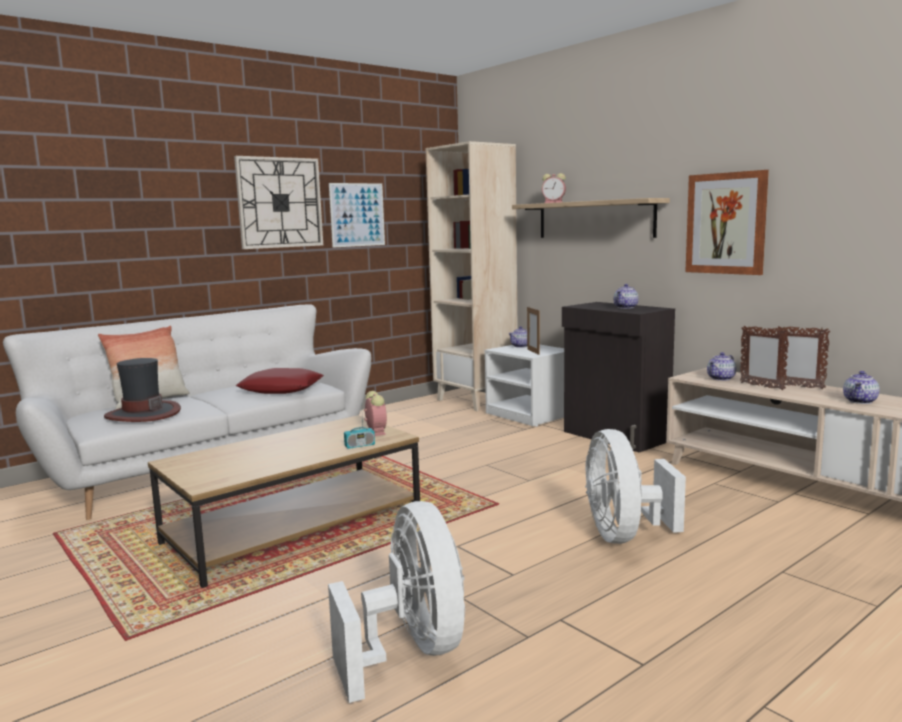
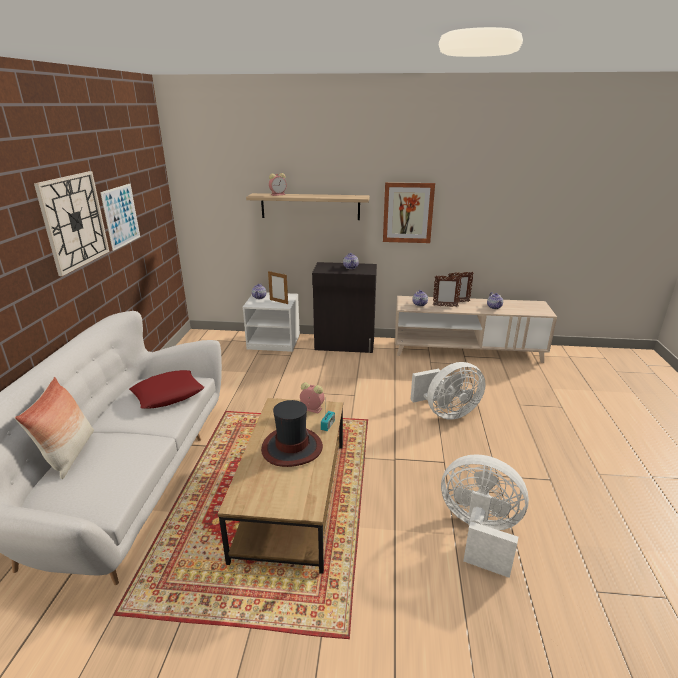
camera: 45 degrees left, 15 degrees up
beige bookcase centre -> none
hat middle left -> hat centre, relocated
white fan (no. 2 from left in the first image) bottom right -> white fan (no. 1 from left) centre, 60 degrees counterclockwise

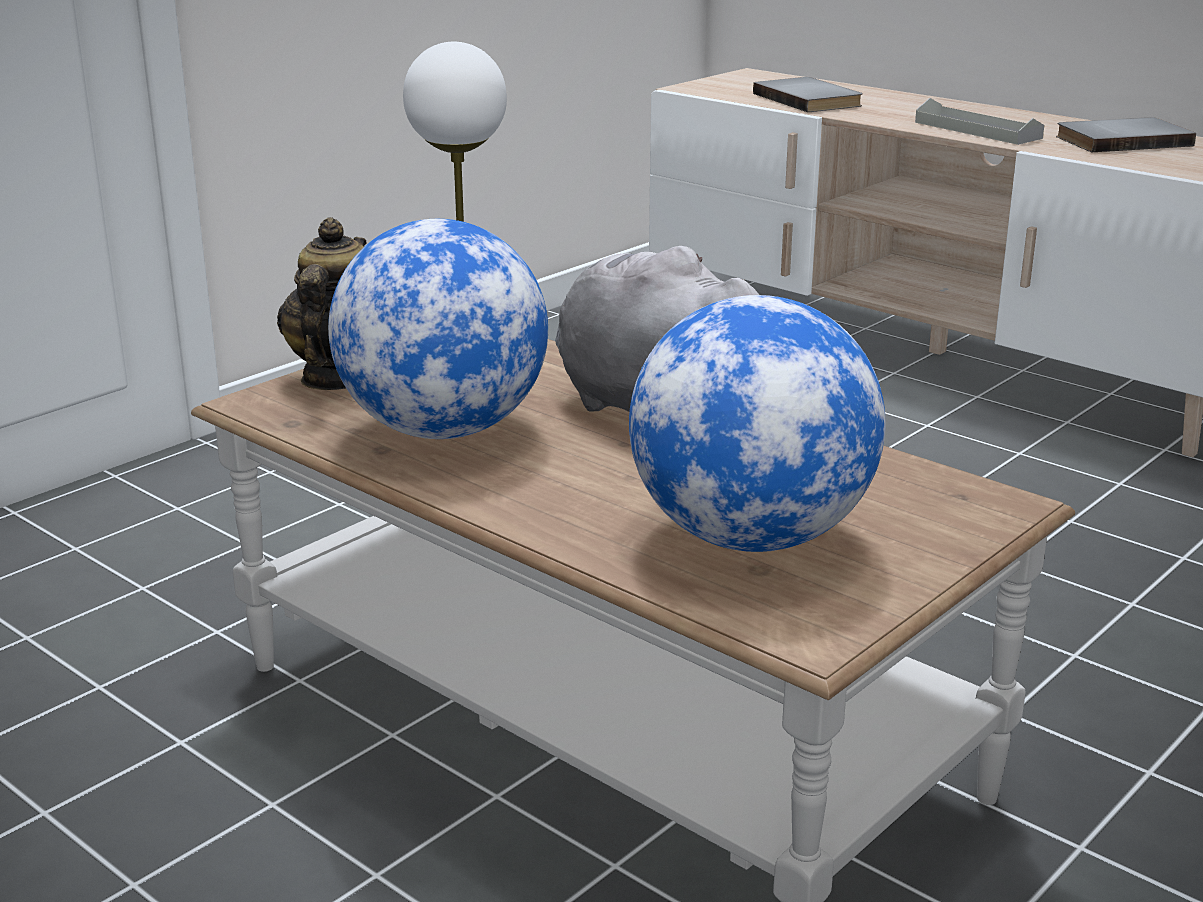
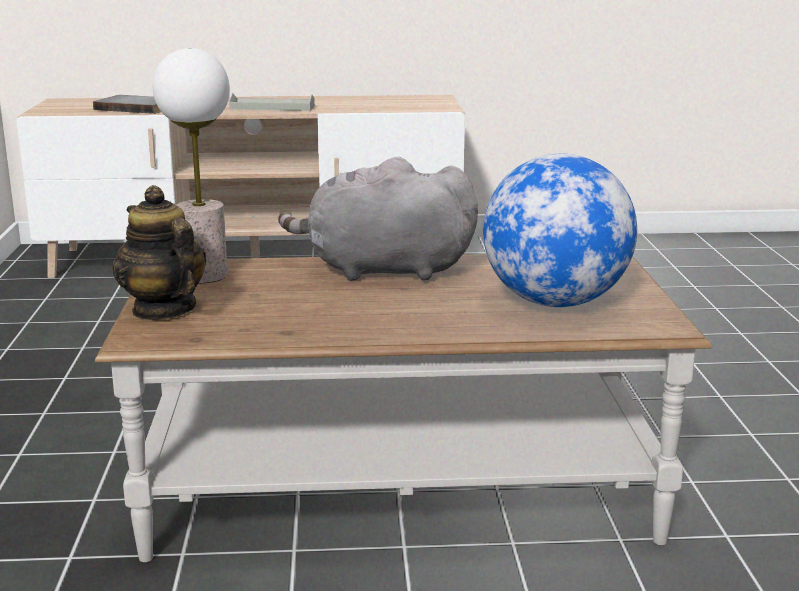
camera: 45 degrees left, 5 degrees down
globe (no. 1 from left) centre -> none
grey book (no. 2 from left) top right -> none

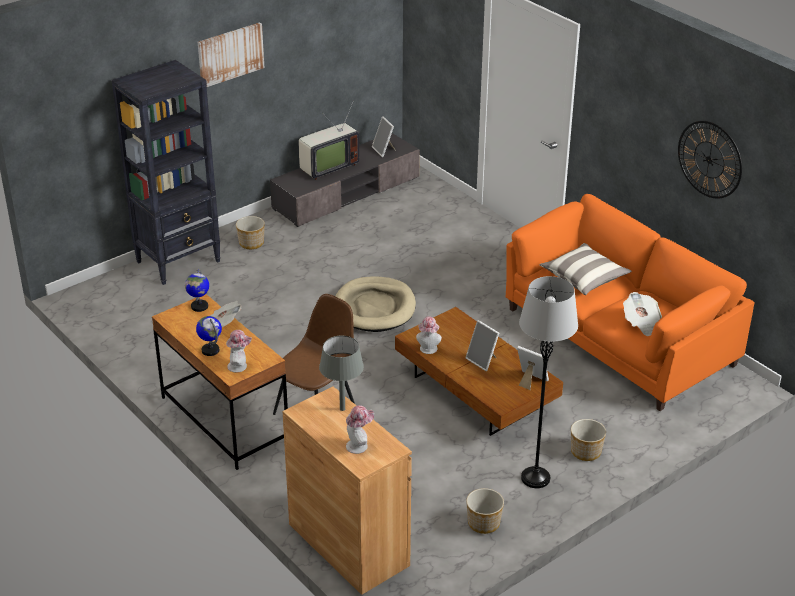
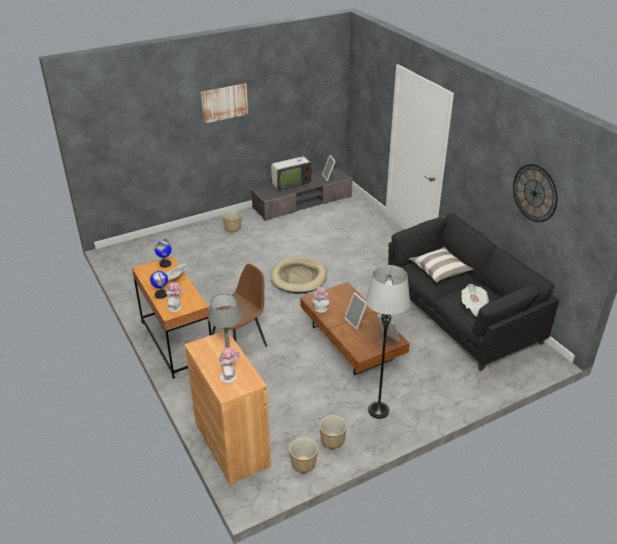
camera: 10 degrees right, 0 degrees up
black bookcase top left -> none
planter (no. 3 from left in the first image) bottom right -> planter (no. 2 from left) bottom centre, relocated
orange sofa middle right -> black sofa middle right

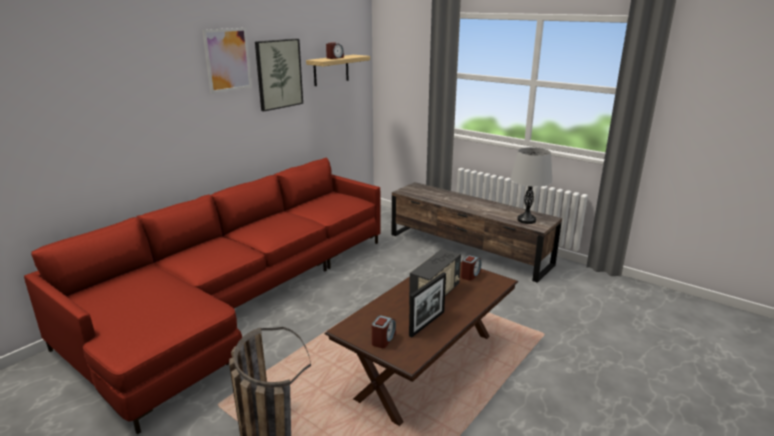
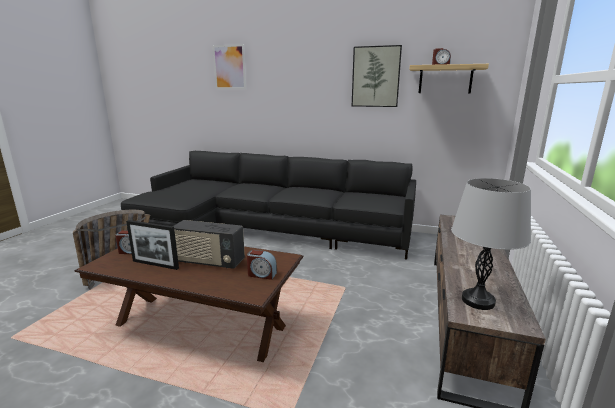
camera: 70 degrees right, 5 degrees down
picture (no. 1 from left) top left -> picture (no. 1 from left) top centre, relocated
red sofa bottom left -> black sofa centre

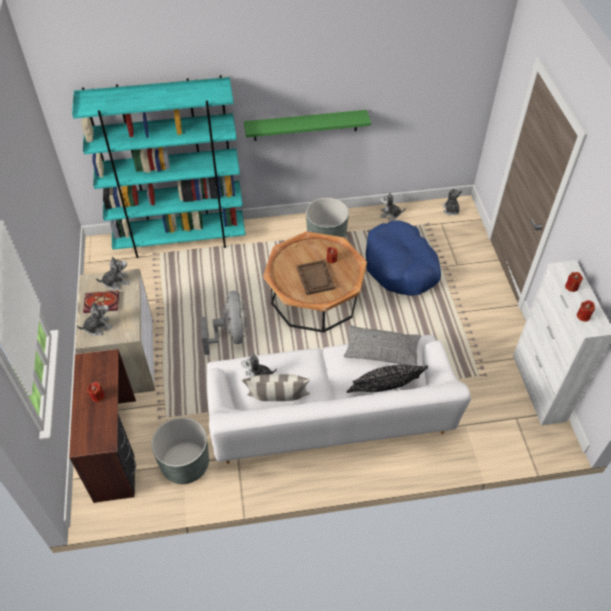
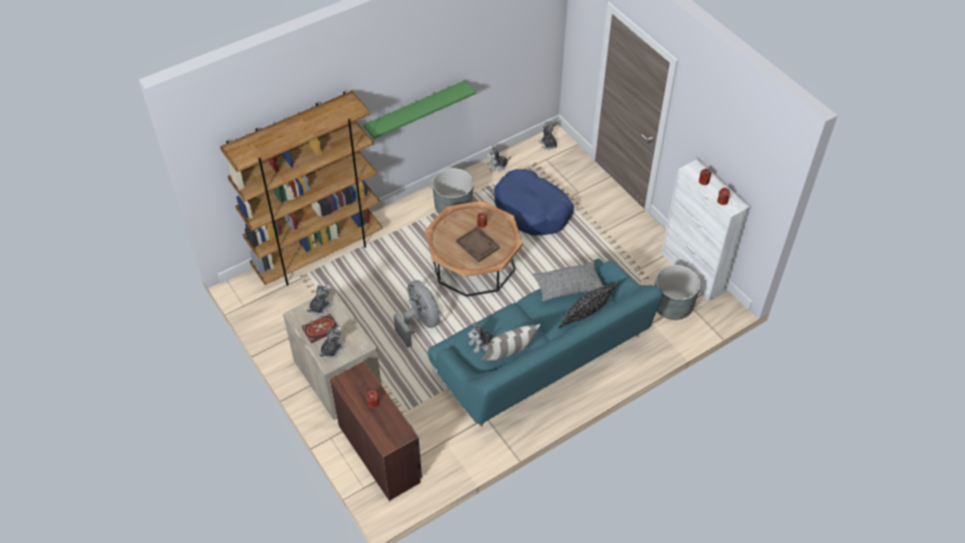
camera: 25 degrees left, 0 degrees up
grey planter (no. 1 from left in the first image) bottom left -> grey planter (no. 2 from left) middle right, relocated
turquoise bookcase top left -> brown bookcase middle left
white sofa centre -> turquoise sofa centre

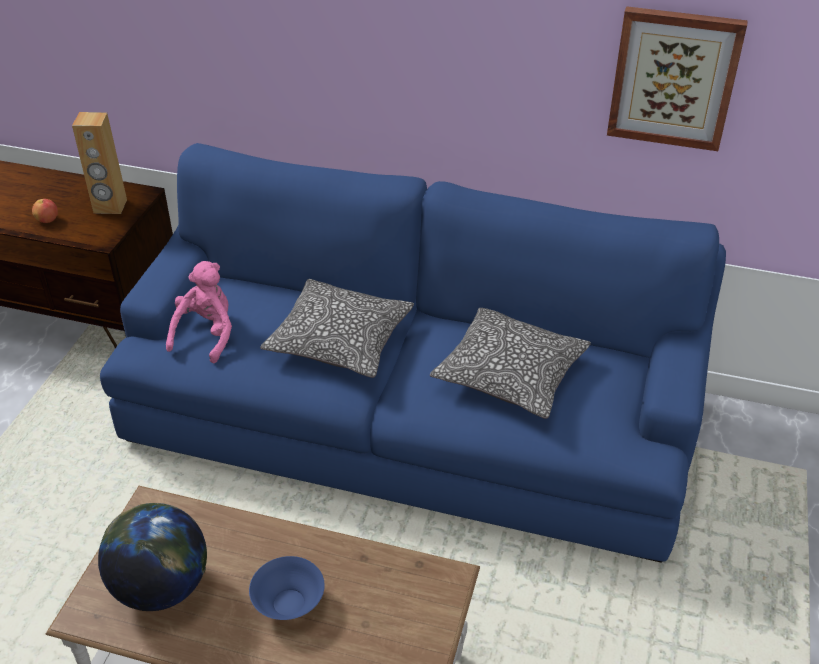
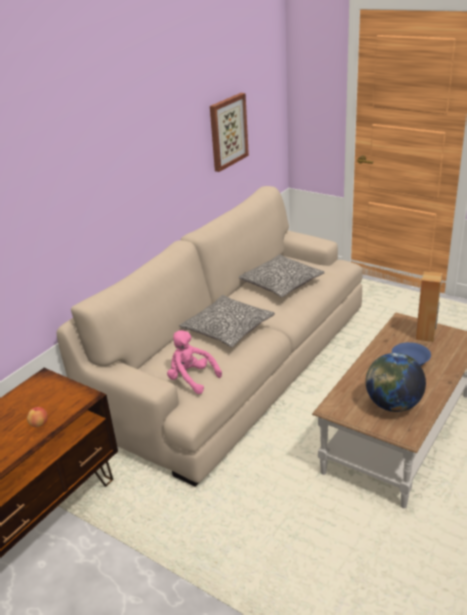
camera: 70 degrees left, 10 degrees down
brown speaker top left -> brown speaker middle right, relocated
blue sofa centre -> beige sofa centre

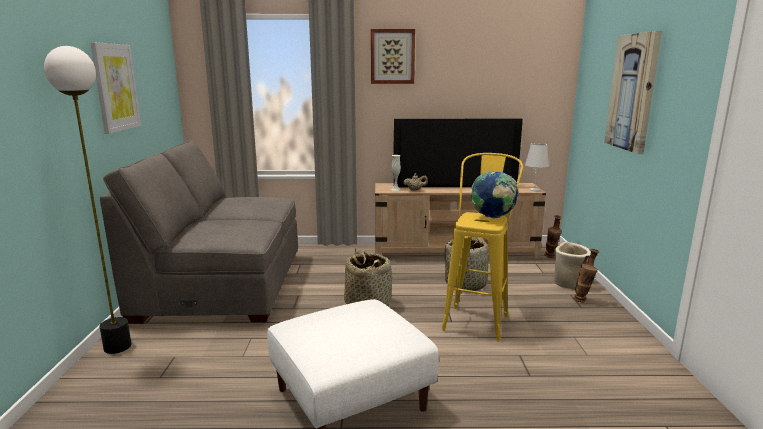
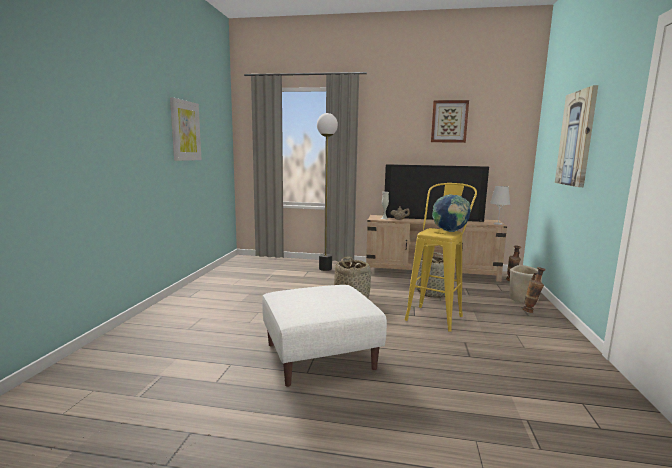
camera: 10 degrees right, 5 degrees down
grey sofa middle left -> none
floor lamp middle left -> floor lamp centre, relocated
picture (no. 2 from left) top centre -> picture (no. 2 from left) top right, relocated

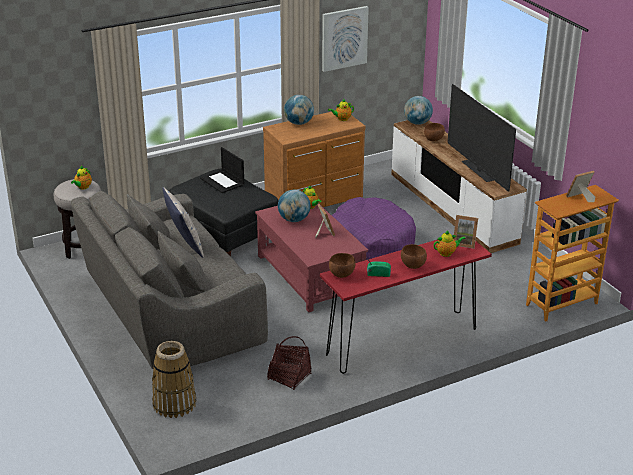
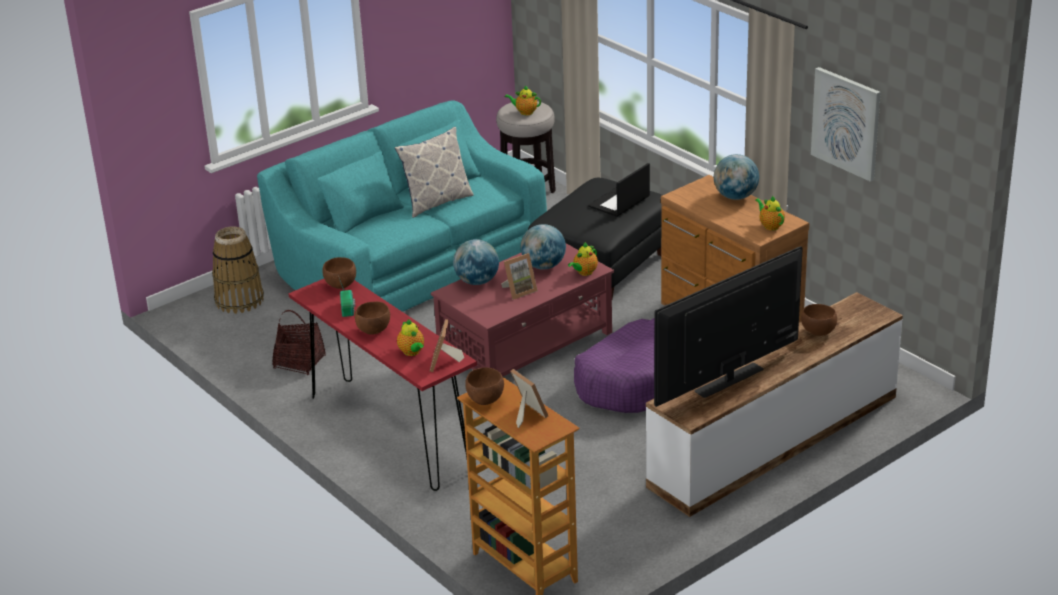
camera: 80 degrees right, 0 degrees up
none -> brown bowl (no. 3 from left) centre
globe (no. 3 from left in the first image) top centre -> globe (no. 1 from left) centre, relocated
grey sofa middle left -> turquoise sofa centre

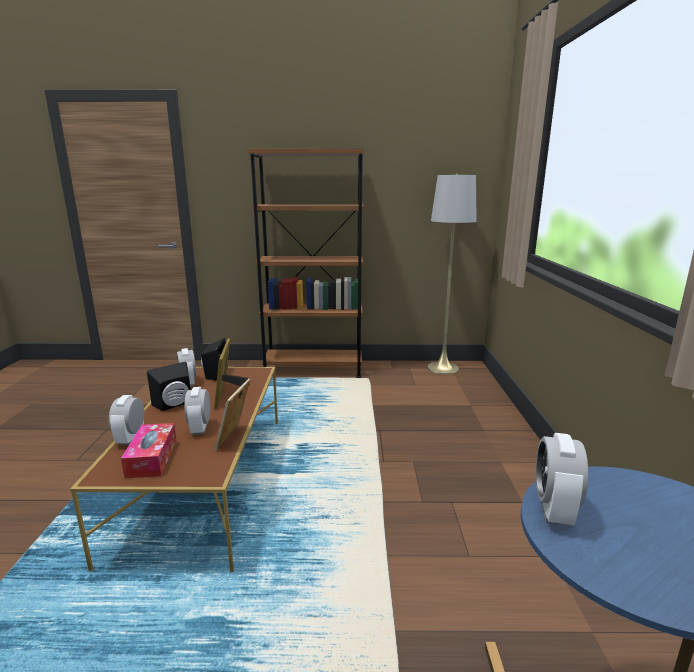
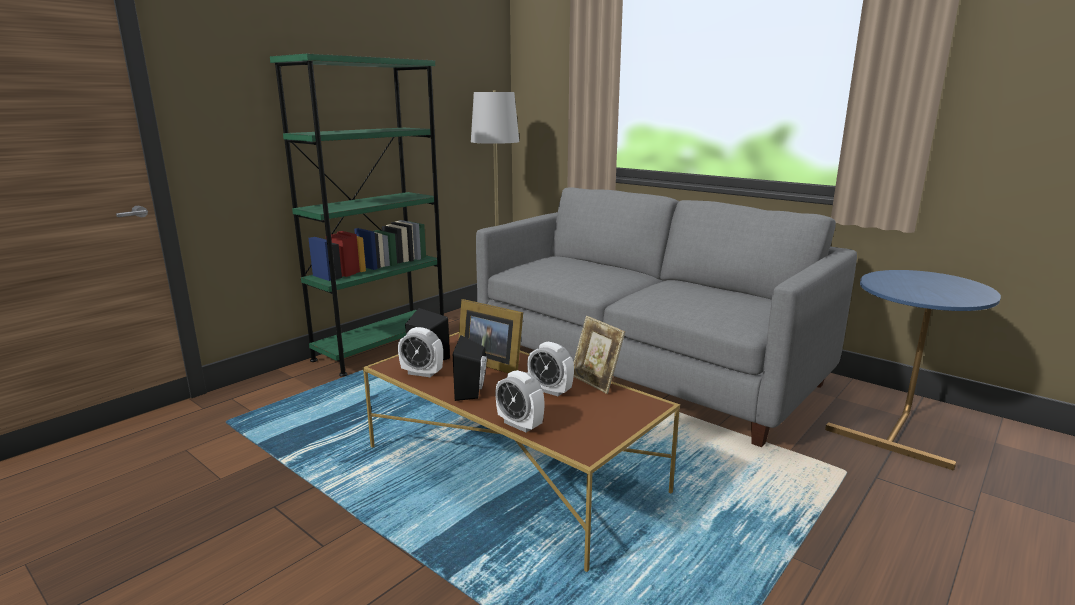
camera: 50 degrees left, 0 degrees up
tissue box bottom left -> none
alarm clock (no. 4 from left) bottom right -> none
none -> grey sofa centre
brown bookcase centre -> green bookcase middle left

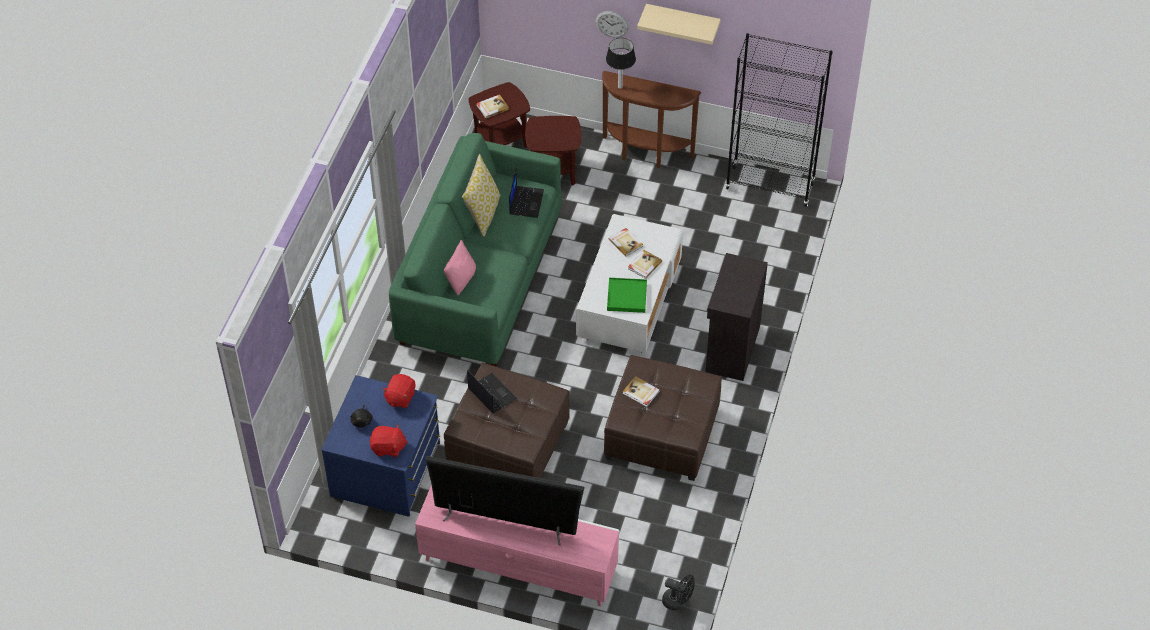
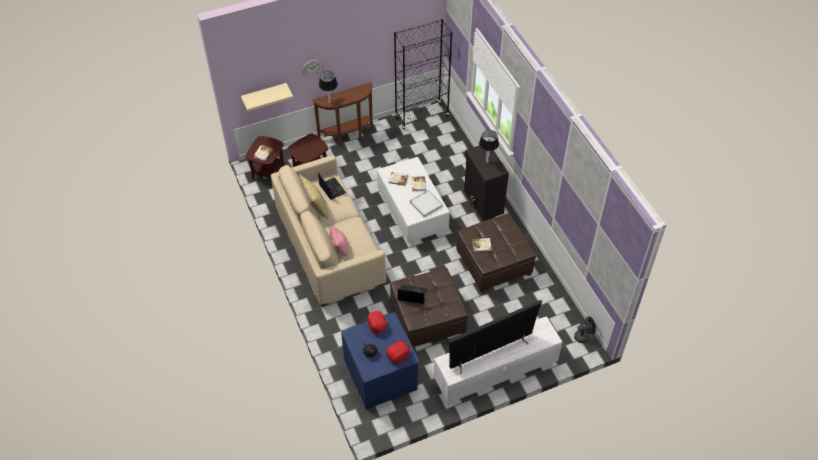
camera: 40 degrees left, 0 degrees up
none -> table lamp (no. 2 from left) top centre
beige shelf top centre -> beige shelf top left, relocated
green sofa centre -> beige sofa centre
pink tv stand bottom centre -> white tv stand bottom centre
green tray centre -> white tray centre

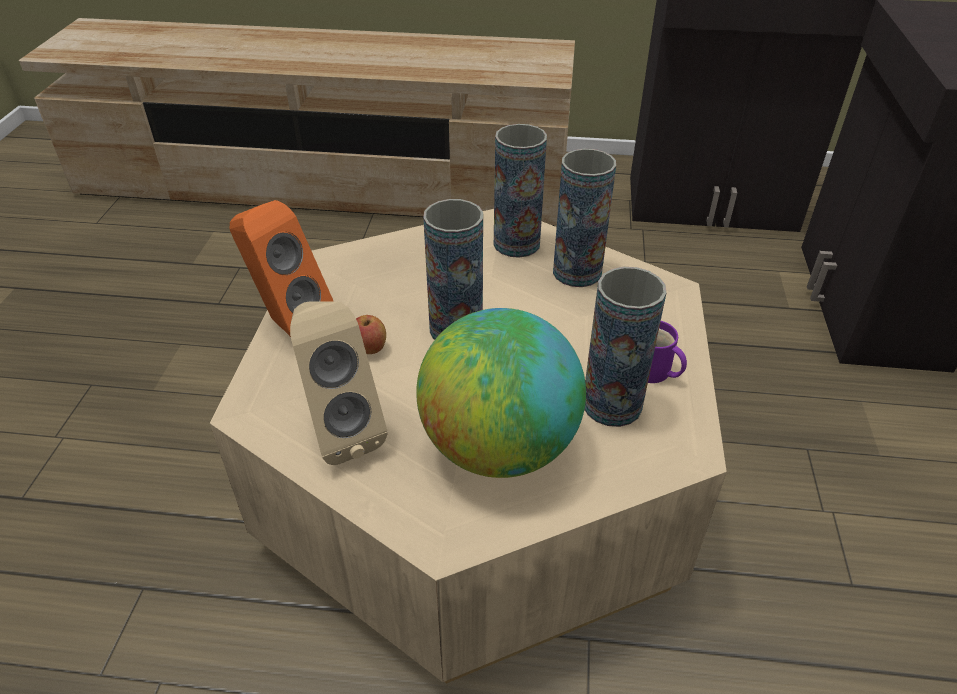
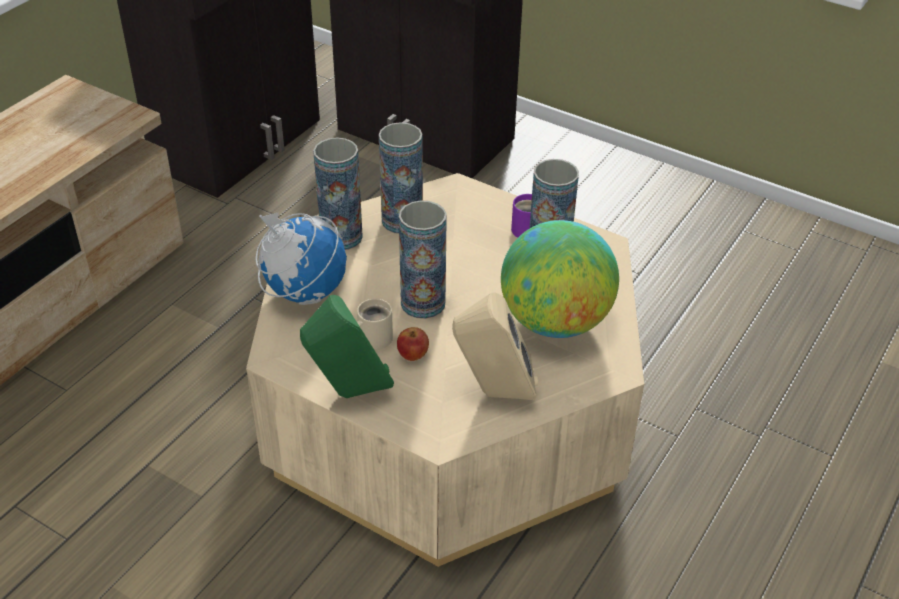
camera: 65 degrees left, 0 degrees up
none -> globe (no. 1 from left) centre
none -> beige mug centre
orange speaker middle left -> green speaker centre

